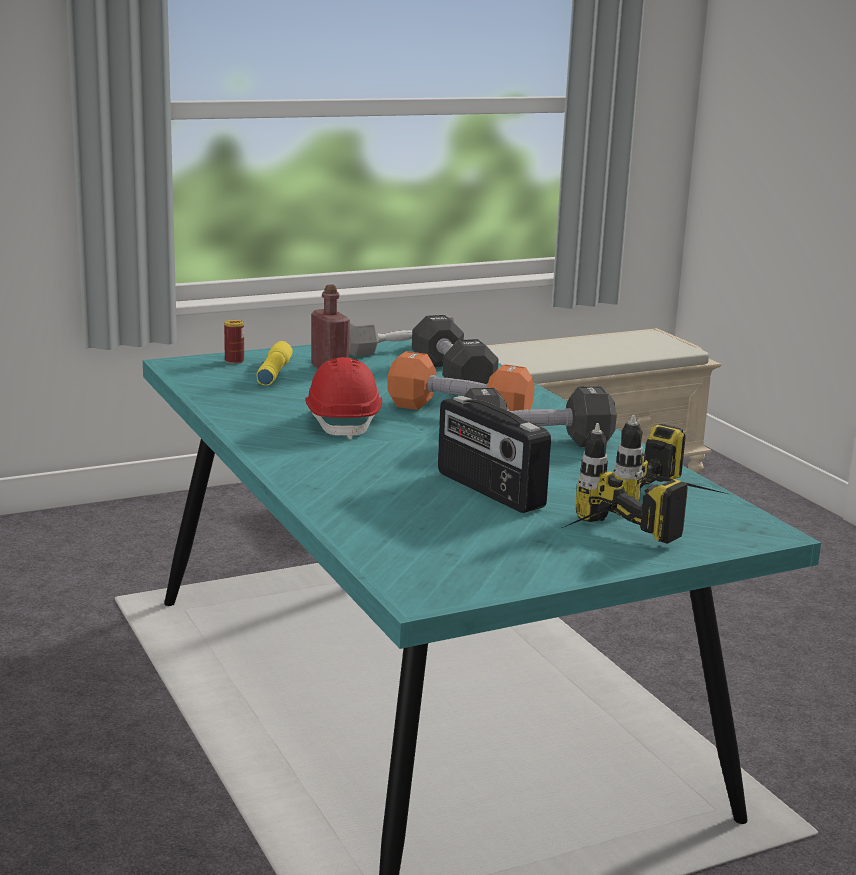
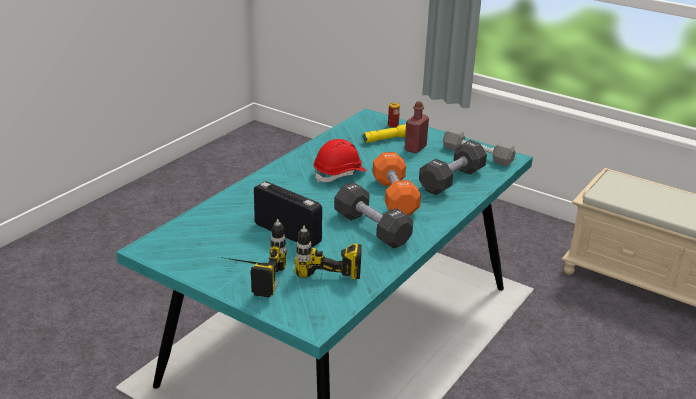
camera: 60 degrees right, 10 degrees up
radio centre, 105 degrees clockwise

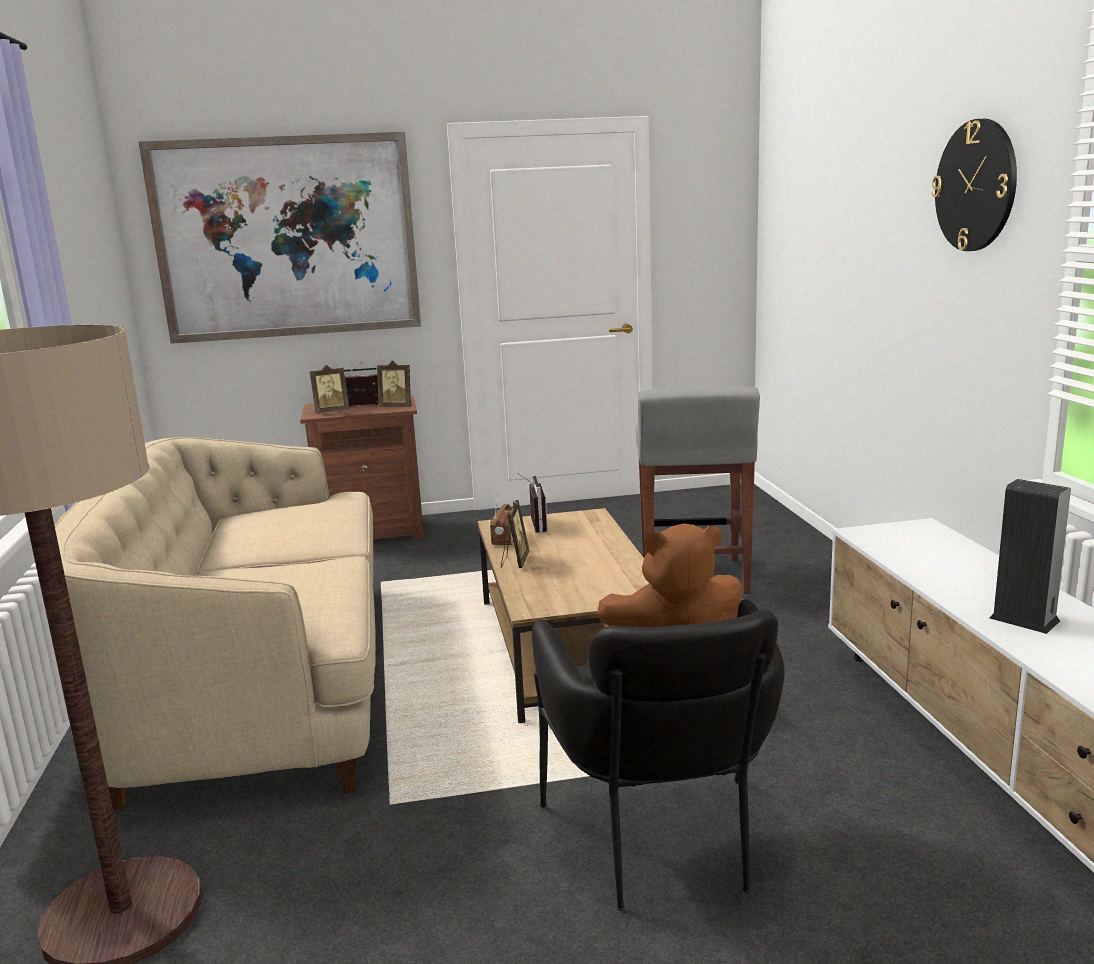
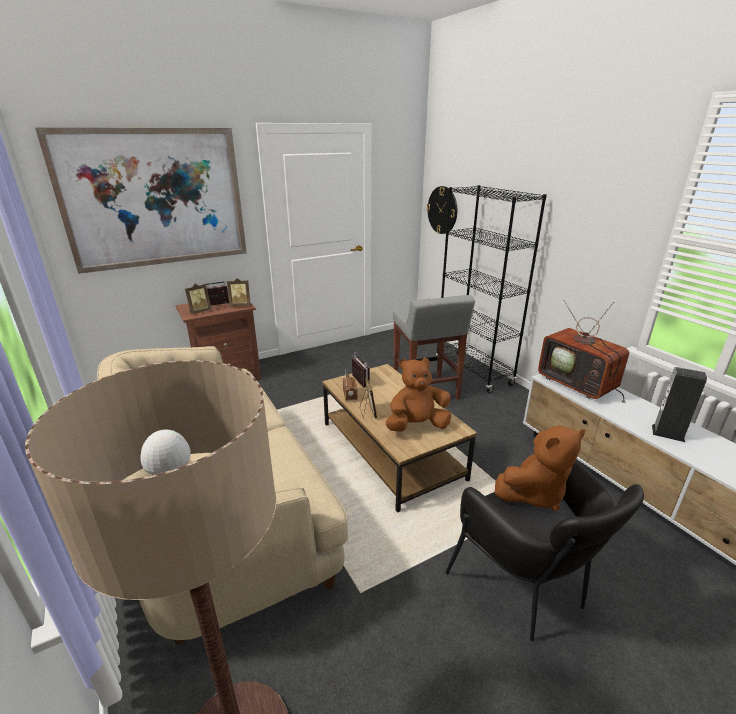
camera: 20 degrees left, 10 degrees up
none -> brown plush toy (no. 1 from left) centre
none -> black bookcase middle right
none -> television middle right
wall clock top right -> wall clock top centre, relocated

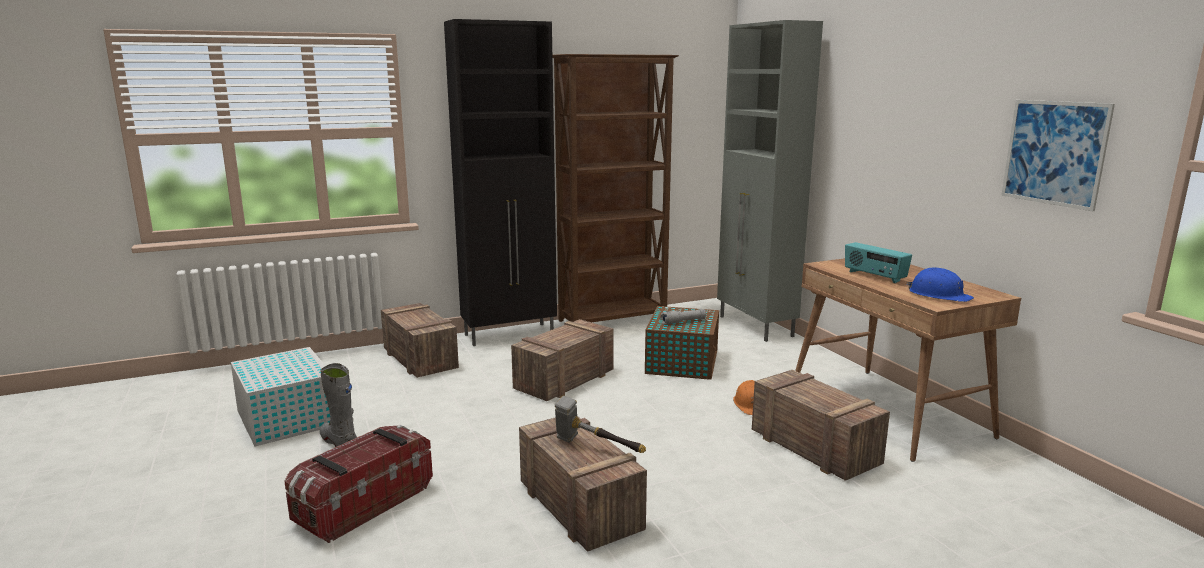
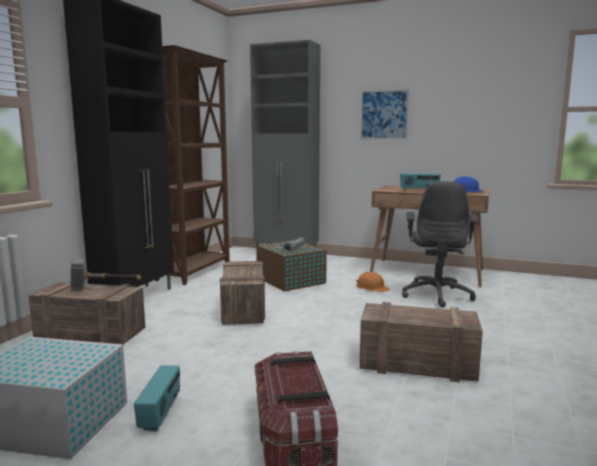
camera: 45 degrees left, 5 degrees down
hammer bottom centre -> hammer middle left, relocated
picture top right -> picture top centre, relocated
grey boot bottom left -> radio (no. 1 from left) bottom left
crate (no. 4 from left) bottom right -> grey office chair middle right

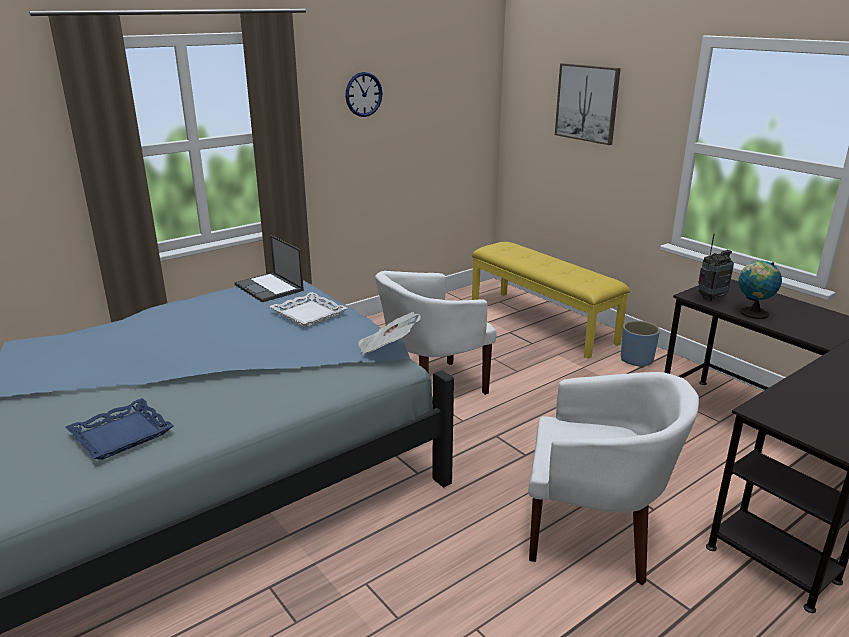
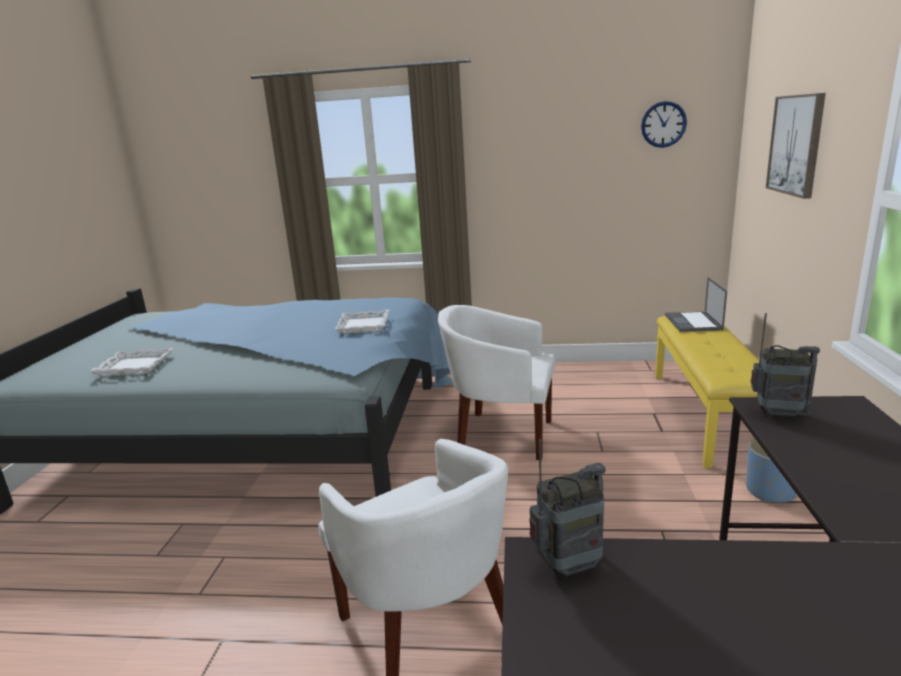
camera: 45 degrees right, 5 degrees down
newspaper centre -> none
globe middle right -> none
none -> radio (no. 1 from left) bottom centre
laptop middle left -> laptop middle right, relocated
wall clock top centre -> wall clock top right, relocated
blue tray bottom left -> white tray (no. 1 from left) middle left

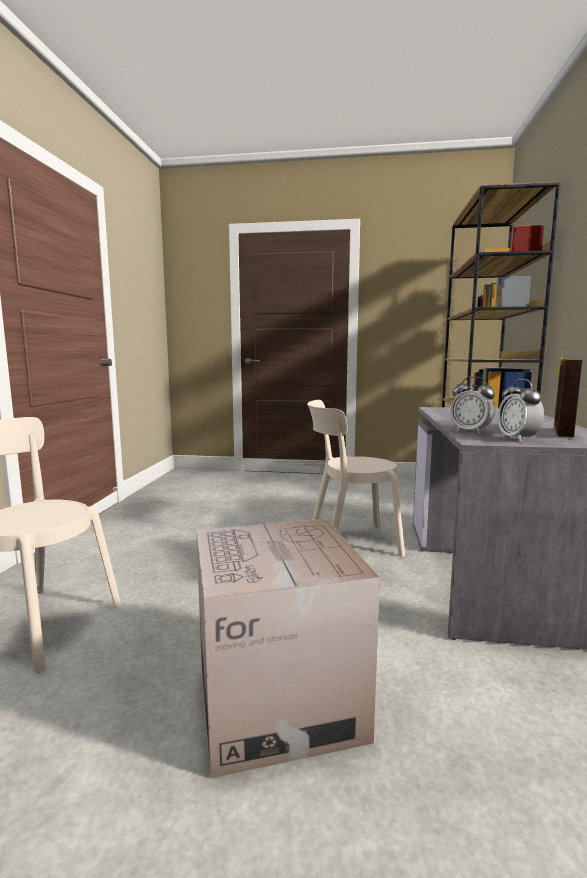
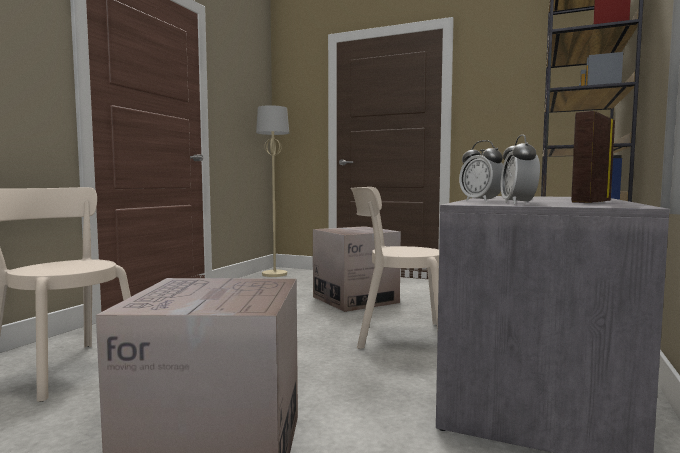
camera: 15 degrees right, 5 degrees down
none -> beige floor lamp centre
none -> cardboard box (no. 2 from left) centre

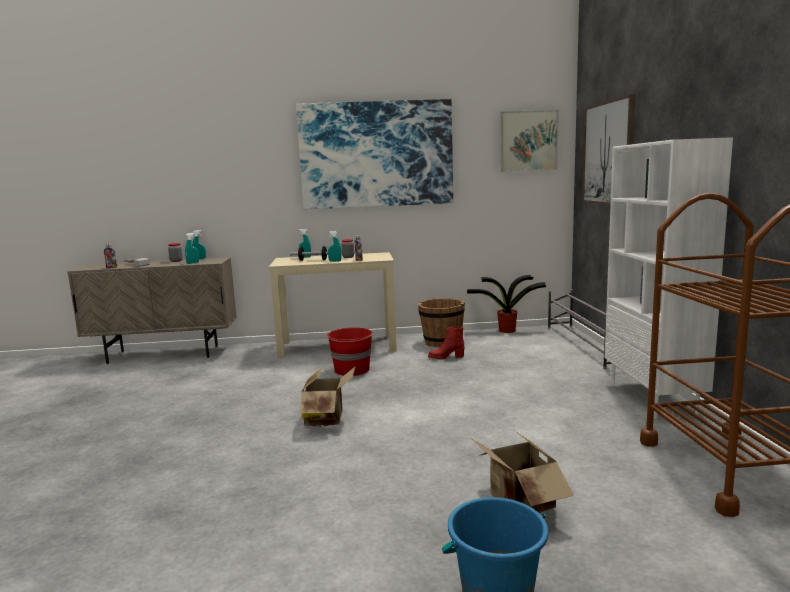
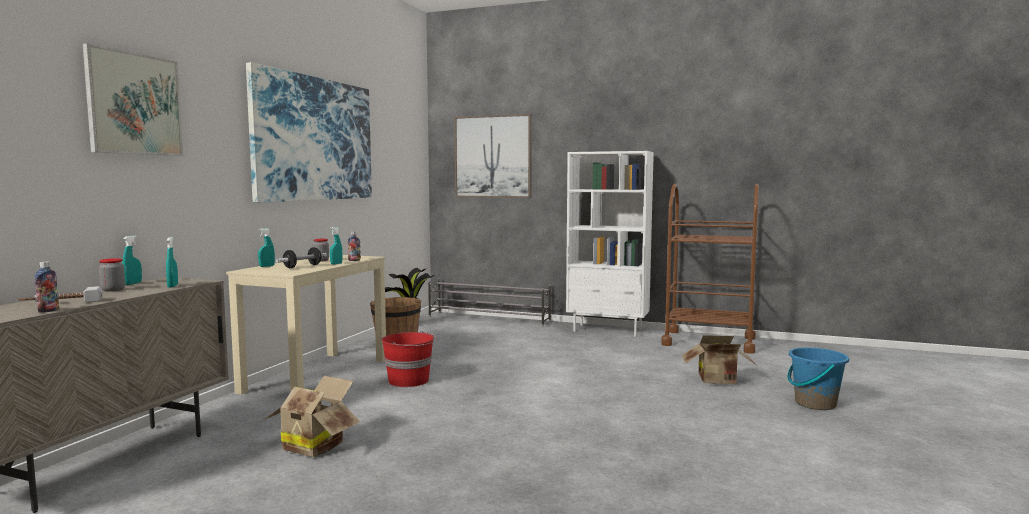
camera: 65 degrees left, 5 degrees down
red boot centre -> none
cardboard box (no. 1 from left) bottom centre -> cardboard box (no. 1 from left) bottom left, relocated
picture (no. 2 from left in the first image) top right -> picture (no. 1 from left) top left, relocated

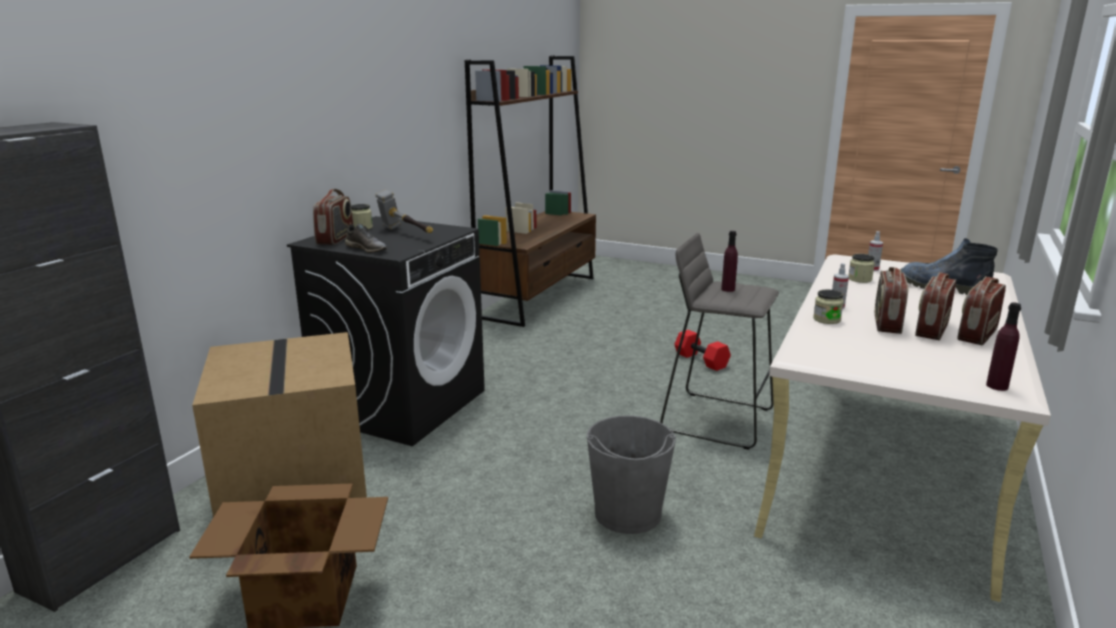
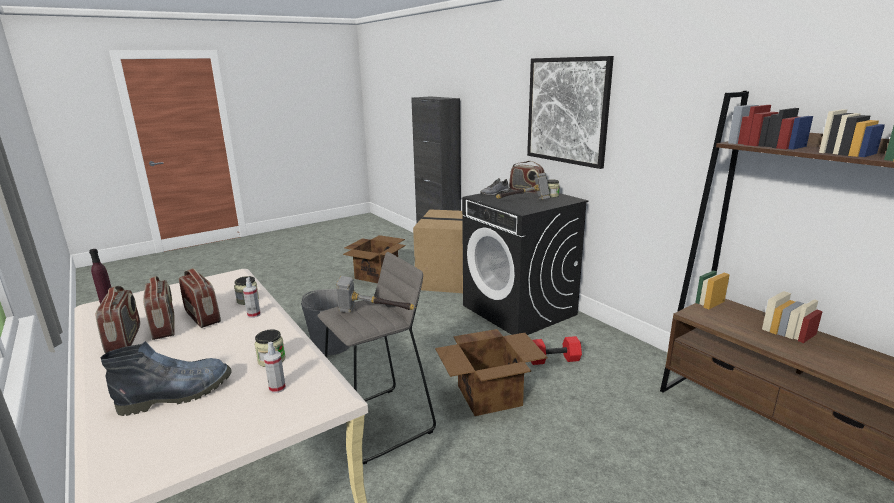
camera: 120 degrees right, 0 degrees up
none -> cardboard box (no. 3 from left) bottom centre
none -> picture top centre
red dumbbell centre -> red dumbbell bottom centre, relocated
purple bottle (no. 1 from left) centre -> hammer (no. 1 from left) centre

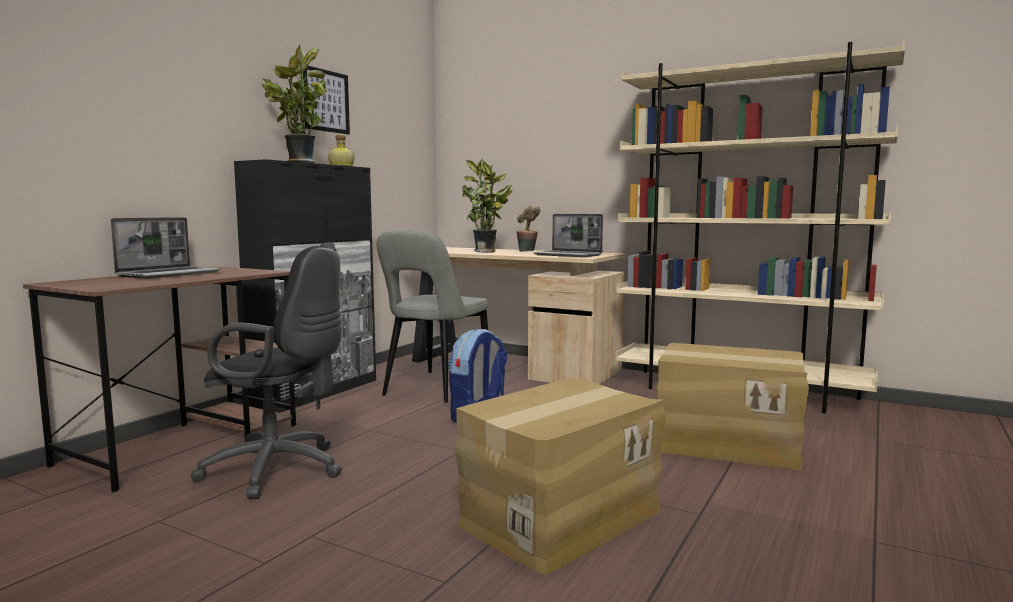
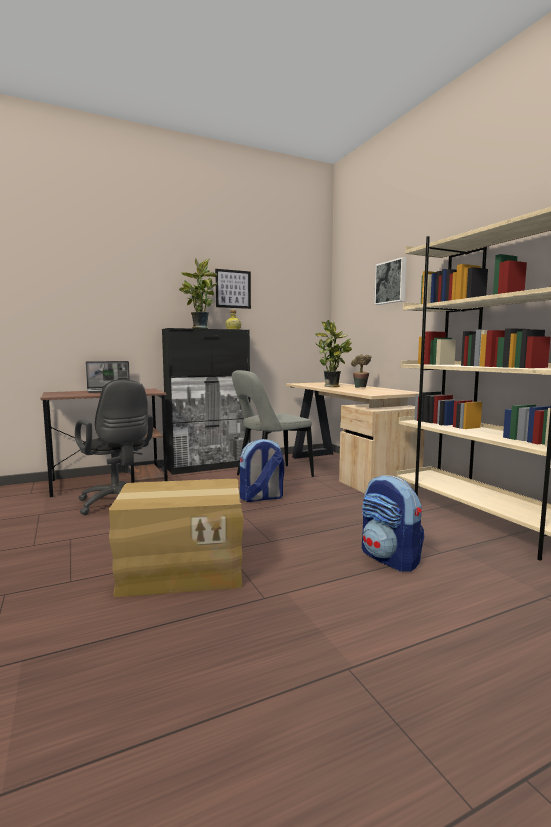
camera: 35 degrees right, 0 degrees up
laptop (no. 2 from left) centre -> none
none -> picture (no. 2 from left) middle right
cardboard box (no. 2 from left) bottom right -> backpack (no. 2 from left) middle right

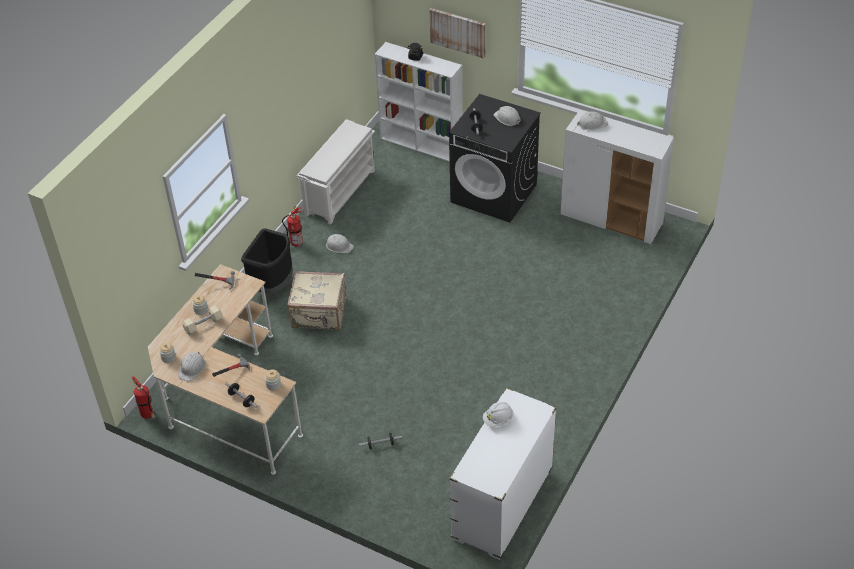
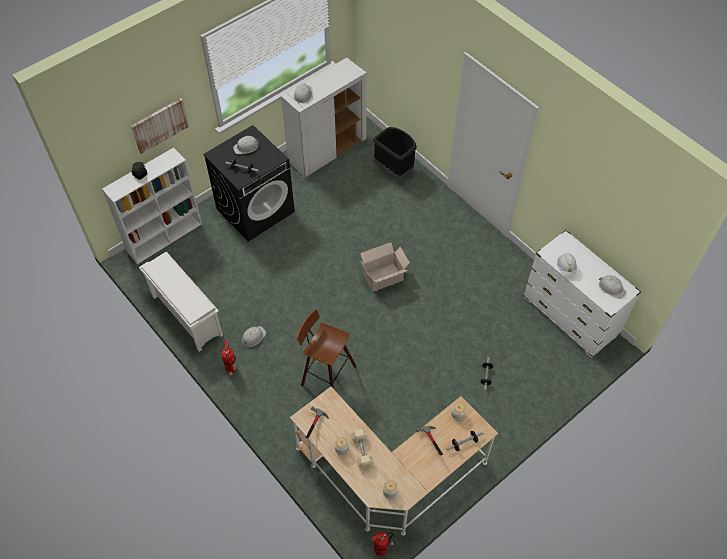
camera: 70 degrees left, 10 degrees up
none -> cardboard box centre
white hard hat (no. 1 from left in the first image) middle left -> white hard hat (no. 5 from left) middle right, relocated
black trash can middle left -> black trash can top centre, relocated
beige suitcase centre -> stool centre

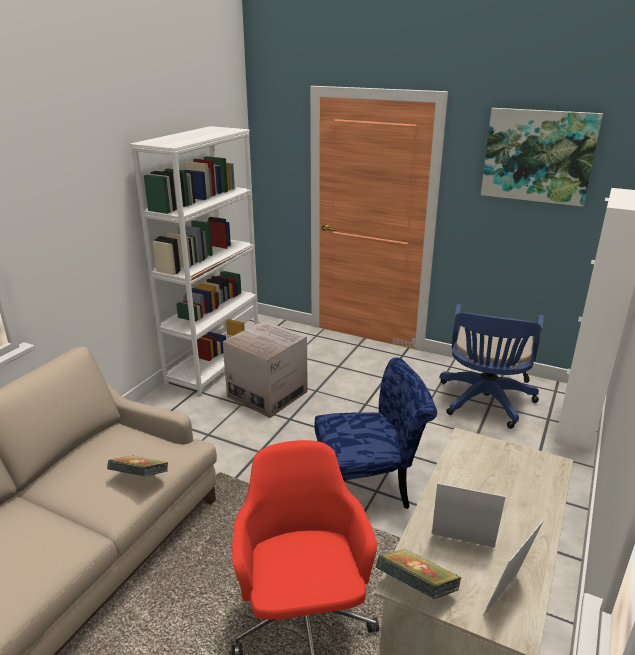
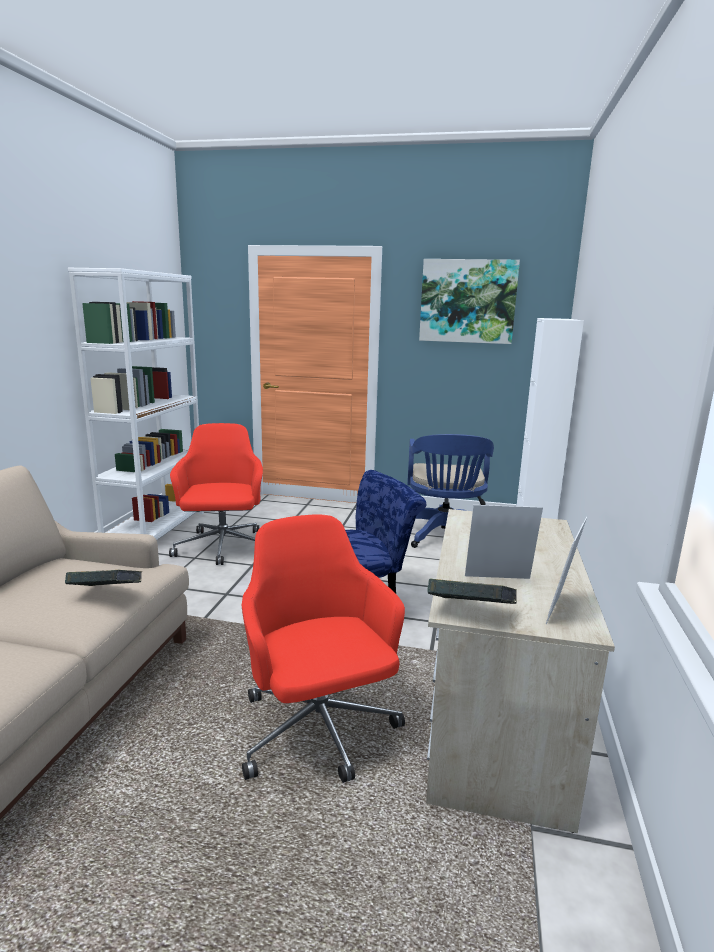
camera: 15 degrees left, 10 degrees down
cardboard box centre -> red office chair (no. 1 from left) middle left

